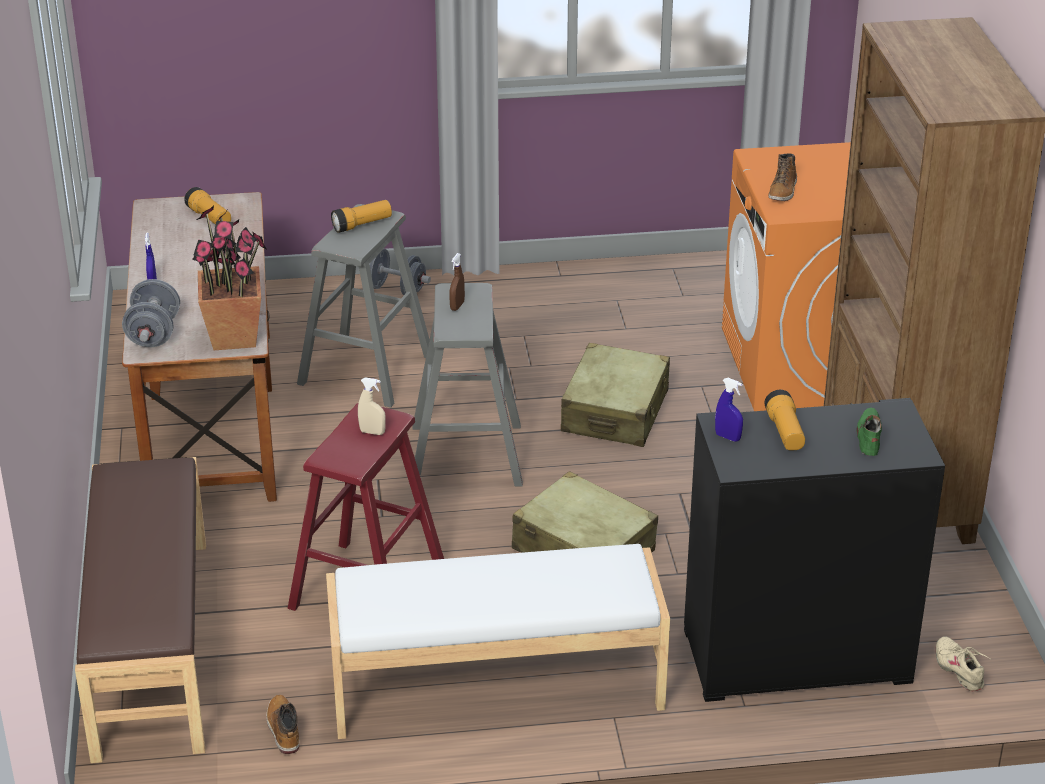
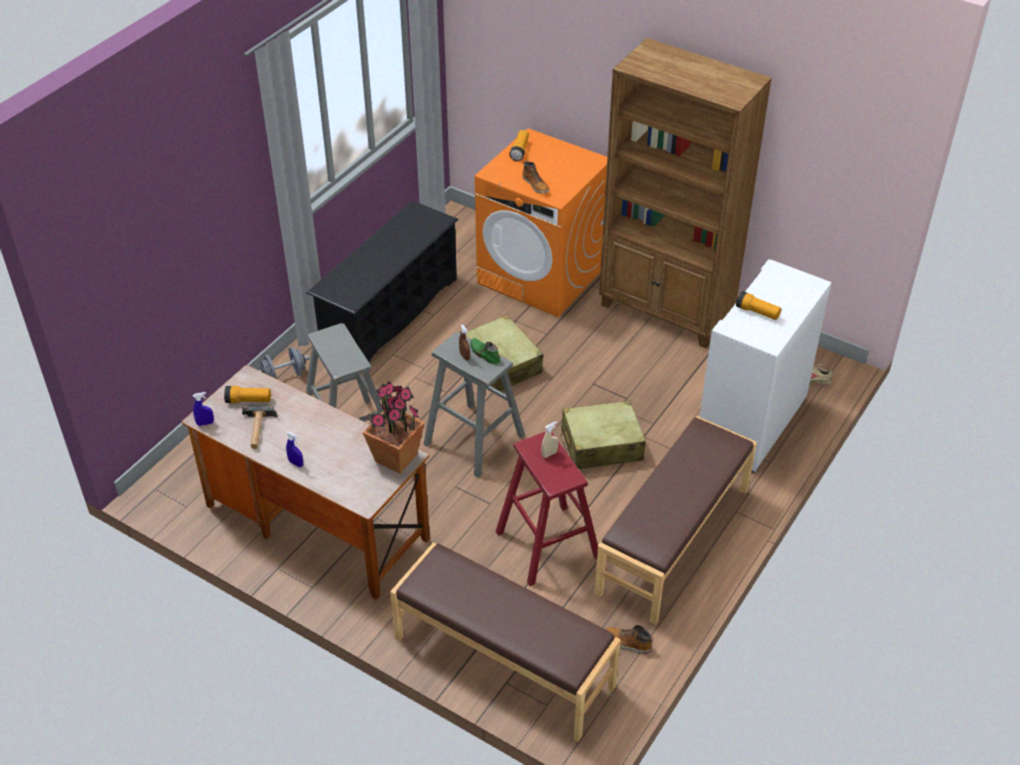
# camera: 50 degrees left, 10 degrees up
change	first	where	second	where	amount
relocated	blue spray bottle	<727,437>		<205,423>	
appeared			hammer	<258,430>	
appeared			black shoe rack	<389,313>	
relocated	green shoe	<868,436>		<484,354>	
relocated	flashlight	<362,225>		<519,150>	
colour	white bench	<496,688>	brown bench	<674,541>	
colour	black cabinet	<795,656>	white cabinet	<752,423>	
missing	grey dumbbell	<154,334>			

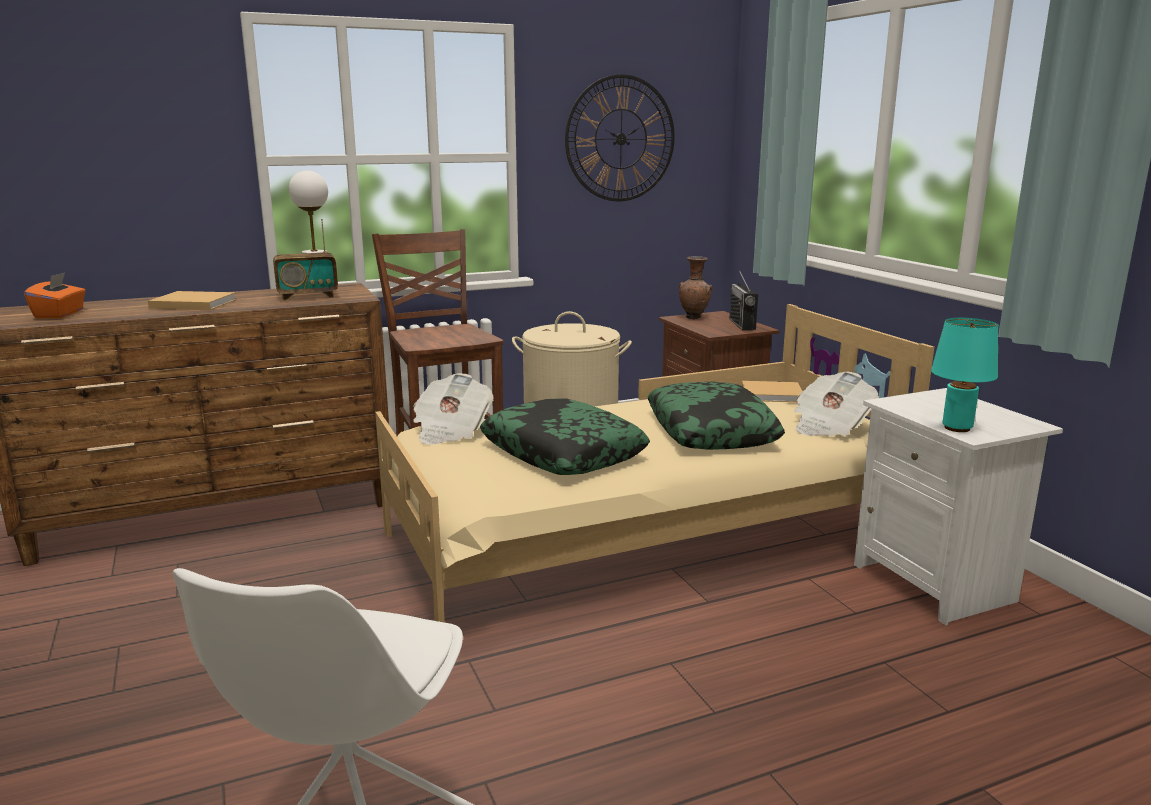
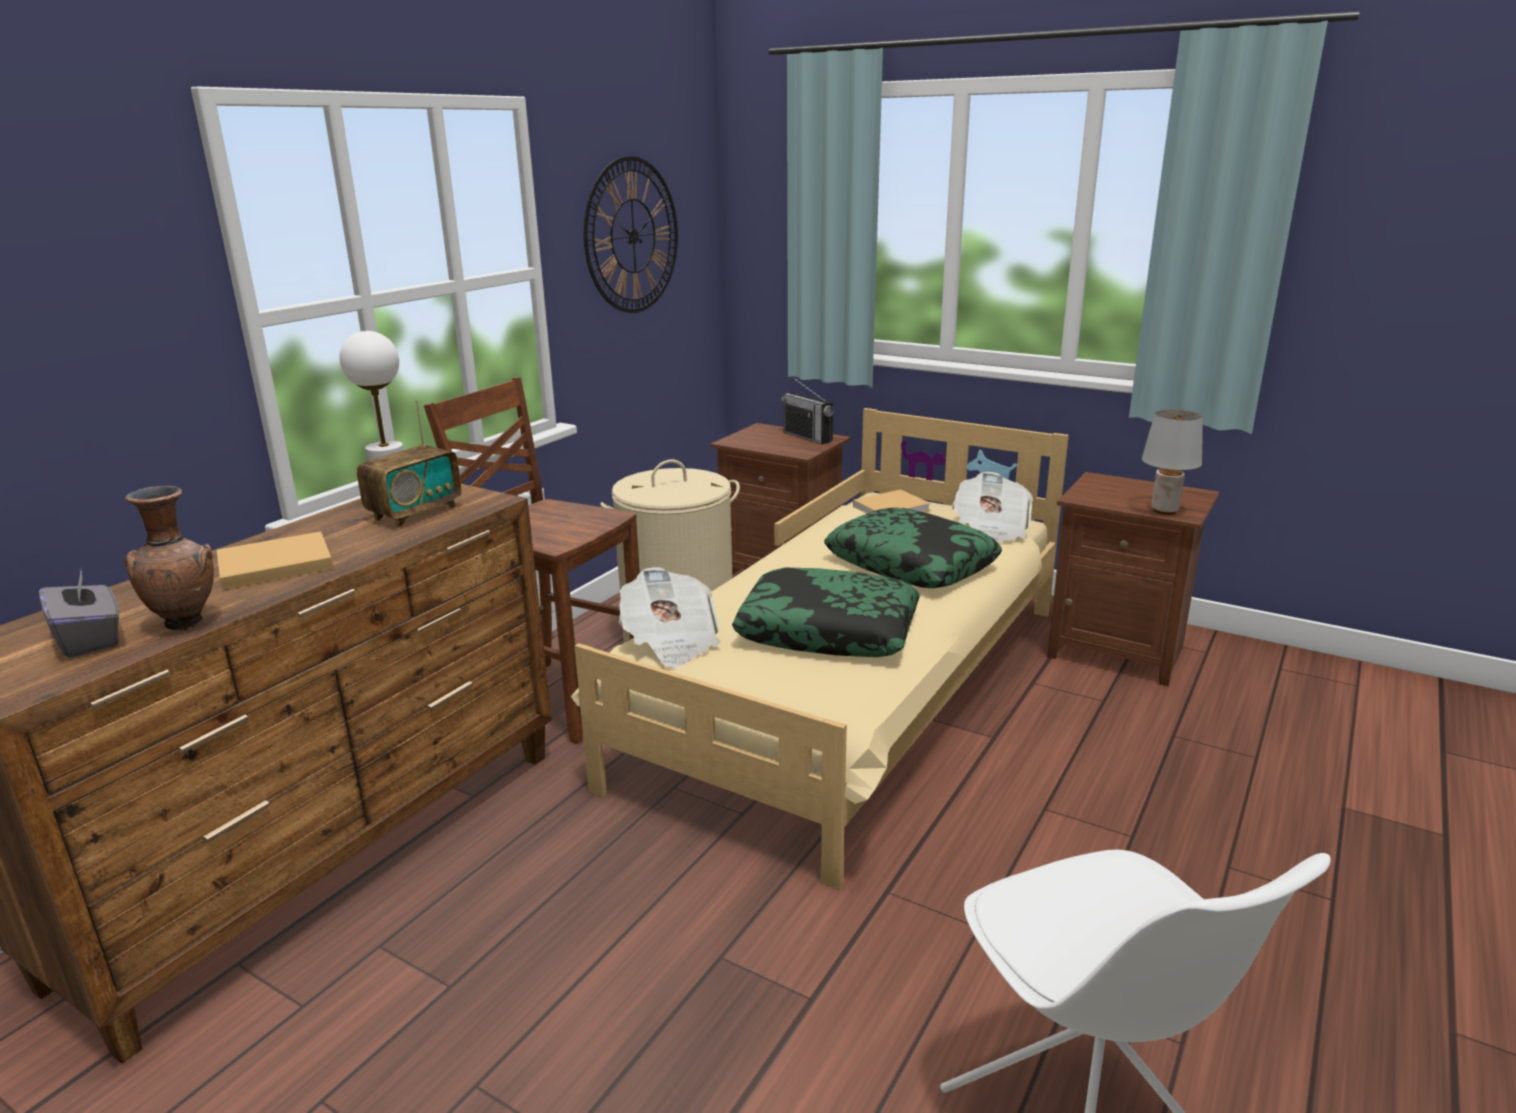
# camera: 35 degrees left, 5 degrees up
change	first	where	second	where	amount
colour	orange tissue box	<60,314>	grey tissue box	<90,639>	
relocated	brown vase	<694,317>		<187,622>	
colour	white nightstand	<936,582>	brown nightstand	<1117,651>	
colour	turquoise table lamp	<957,428>	grey table lamp	<1165,511>	

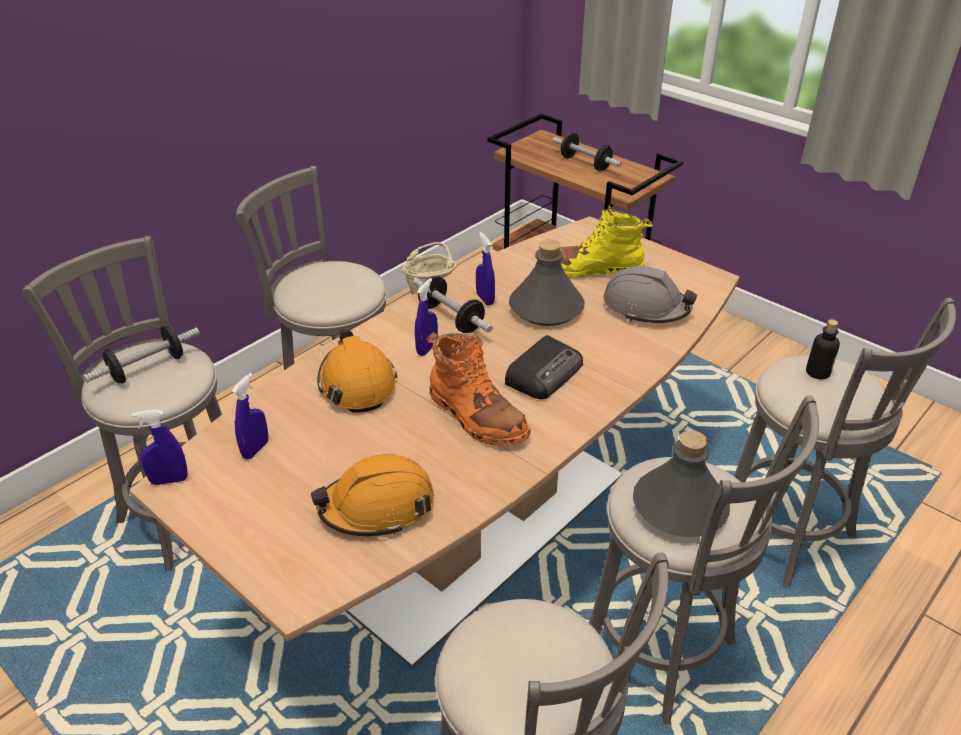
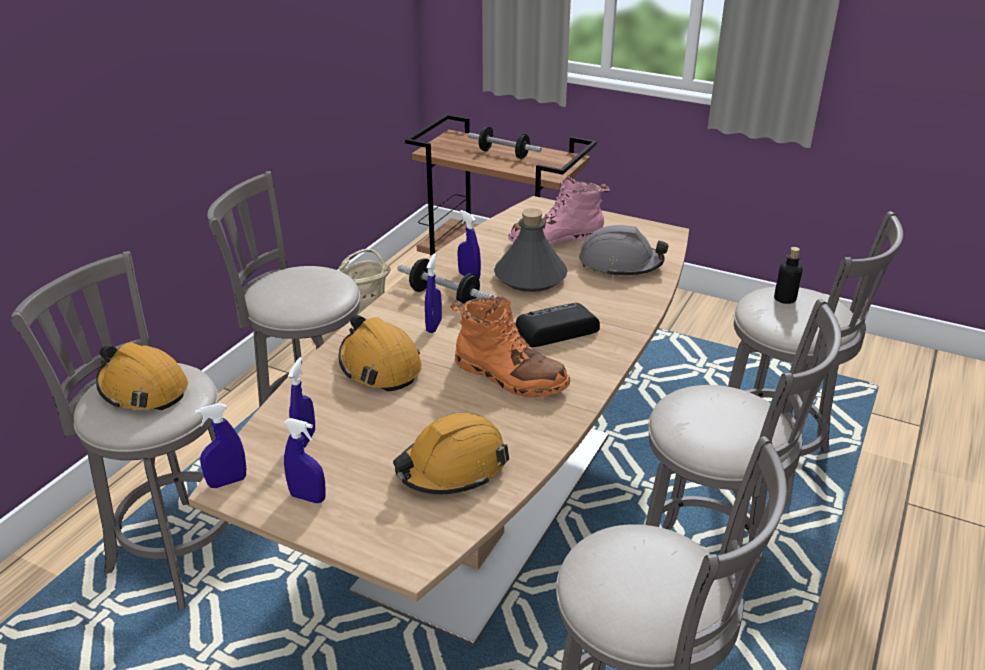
# camera: 15 degrees left, 5 degrees down
change	first	where	second	where	amount
exchanged	dumbbell	<147,368>	orange hard hat	<143,389>	
appeared			blue spray bottle	<308,497>	
colour	yellow boot	<591,270>	pink boot	<556,240>	
spun	radio	<544,373>		<555,330>	135 degrees counterclockwise
missing	grey bottle	<678,507>			

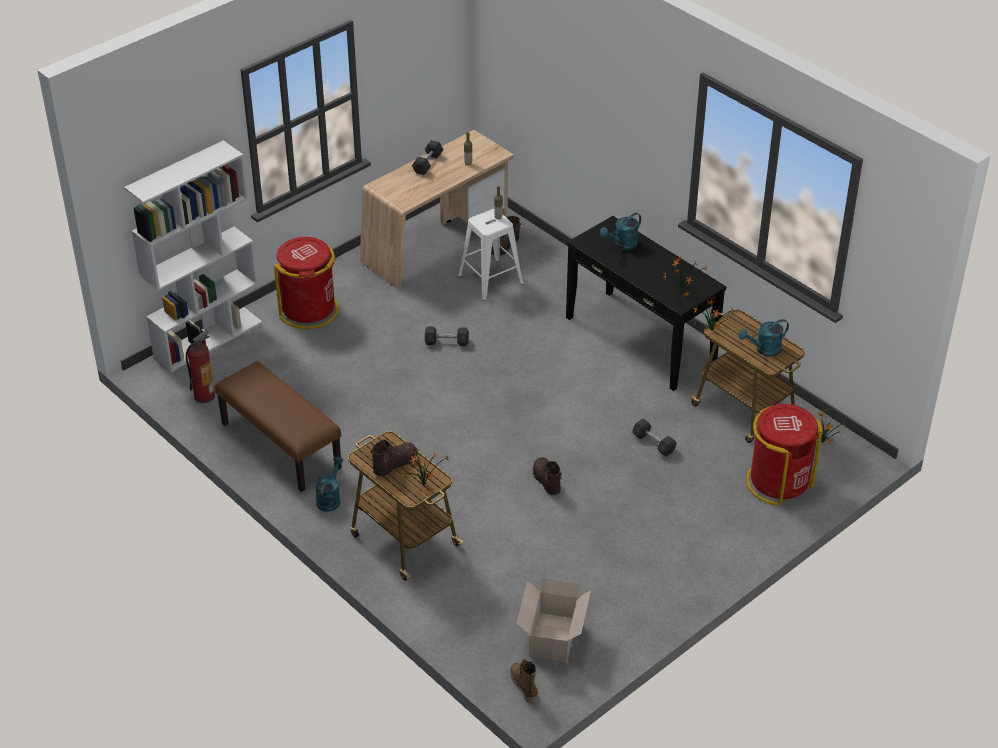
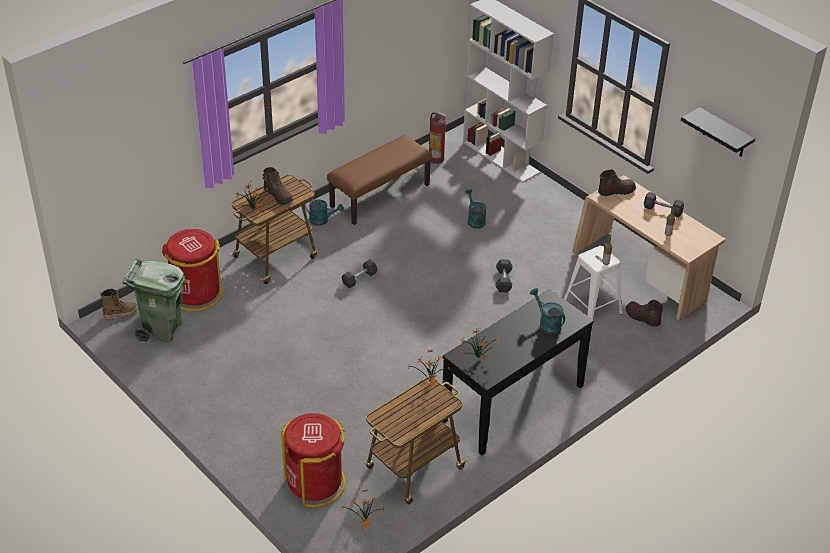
# camera: 90 degrees right, 0 degrees up
change	first	where	second	where	amount
exchanged	cardboard box	<552,639>	green trash can	<162,330>	
relocated	red trash can	<309,310>		<195,294>	
relocated	grey dumbbell	<653,443>		<359,279>	
relocated	turquoise watering can	<764,350>		<474,220>	
relocated	brown boot	<546,480>		<616,191>	
appeared			black shelf	<724,133>	

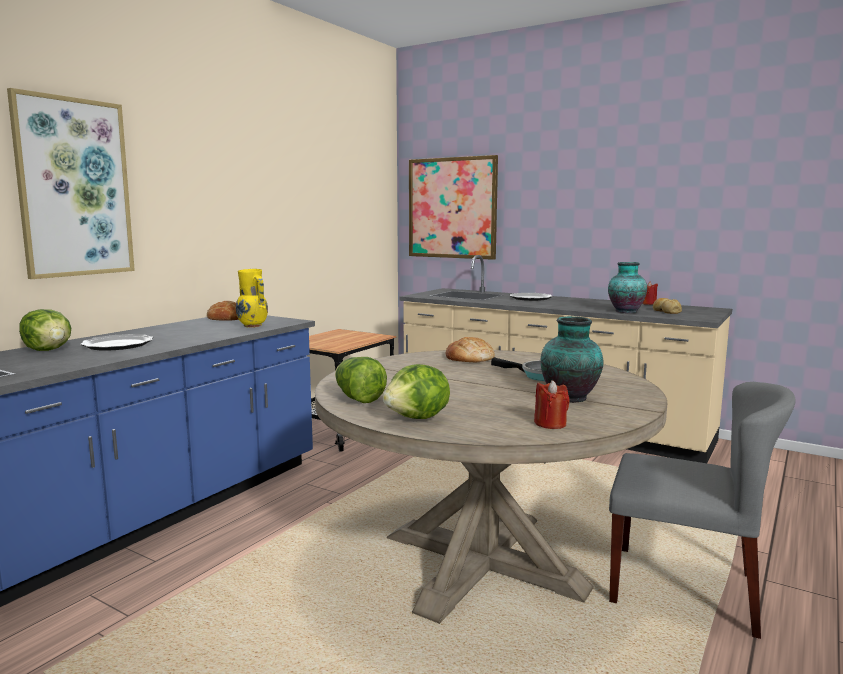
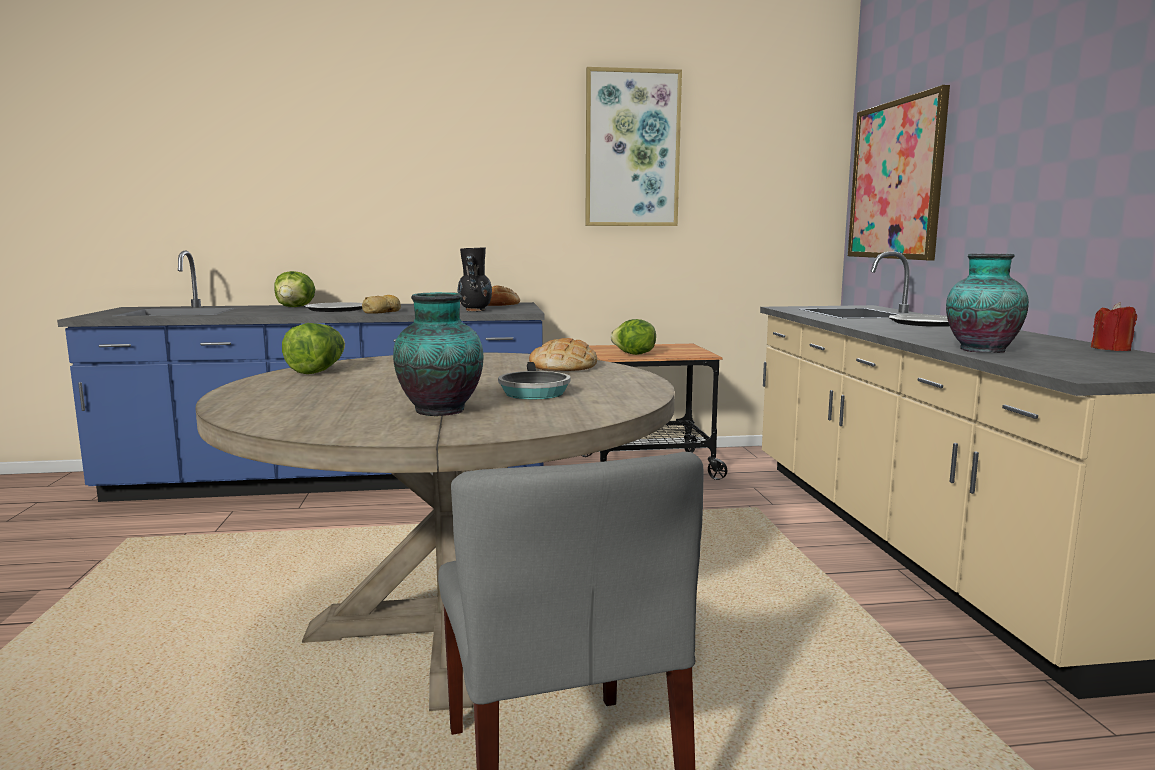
# camera: 50 degrees right, 0 degrees up
change	first	where	second	where	amount
relocated	bread	<666,311>		<383,311>	
colour	yellow vase	<252,326>	black vase	<474,310>	
relocated	picture	<74,188>		<632,149>	
relocated	lettuce	<418,418>		<634,354>	
missing	red candle	<550,424>			

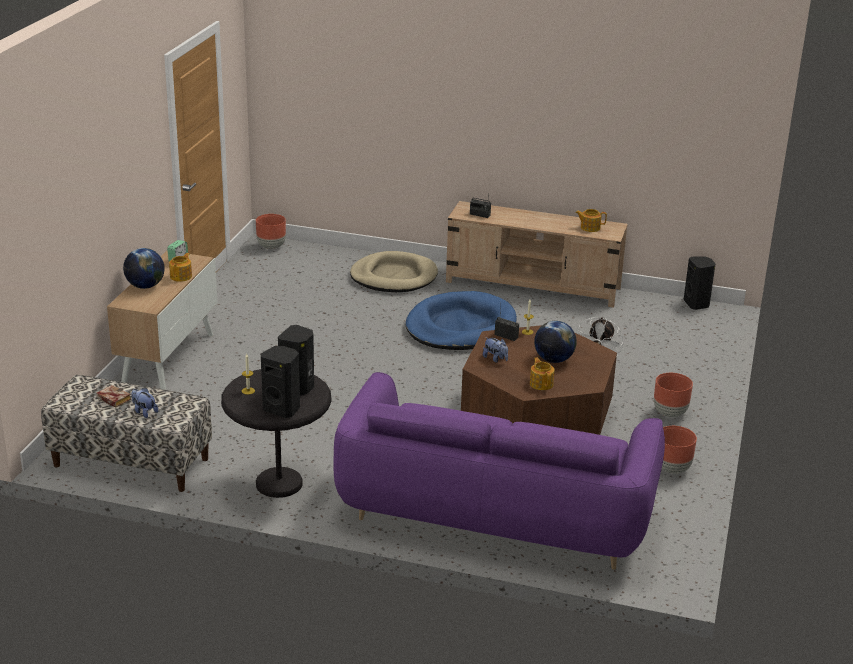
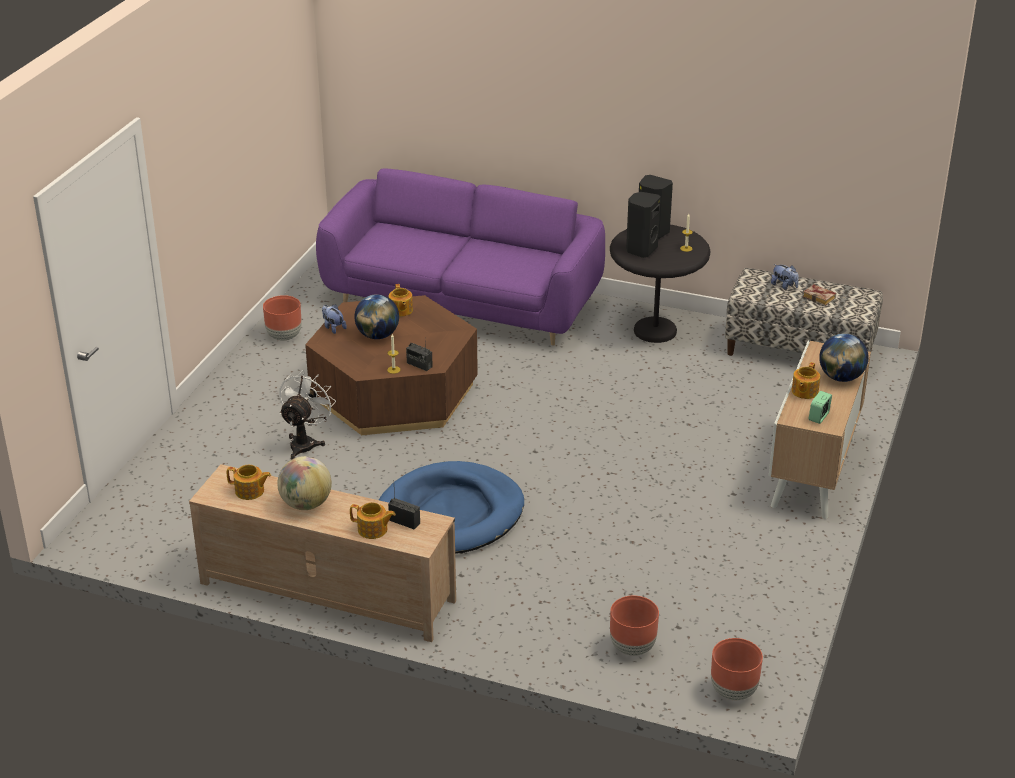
# camera: 175 degrees left, 5 degrees up
change	first	where	second	where	amount
appeared			globe	<306,504>	
relocated	plush toy	<495,359>		<333,328>	
appeared			teapot	<373,530>	
relocated	brown planter	<670,413>		<632,648>	
missing	beige dog bed	<394,276>			
missing	black speaker	<697,304>			

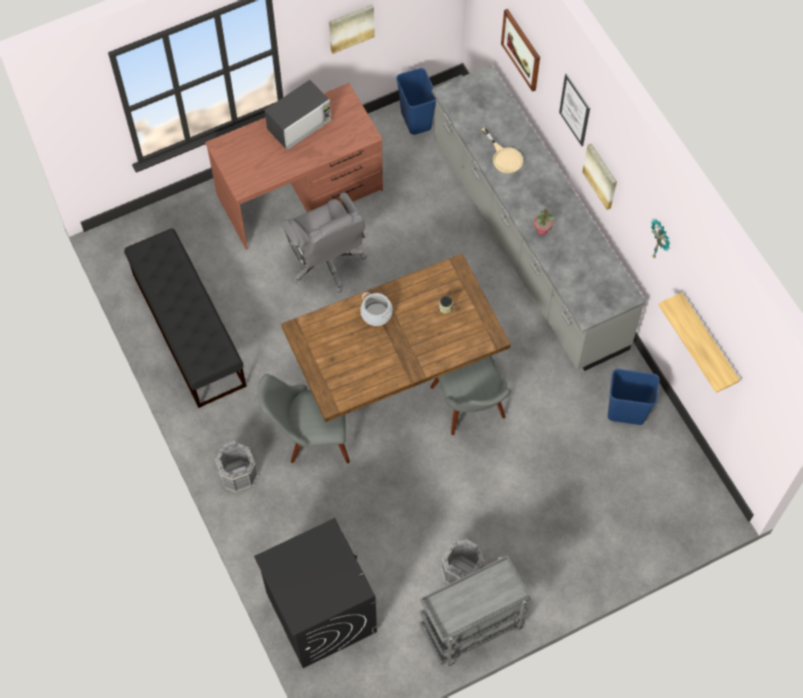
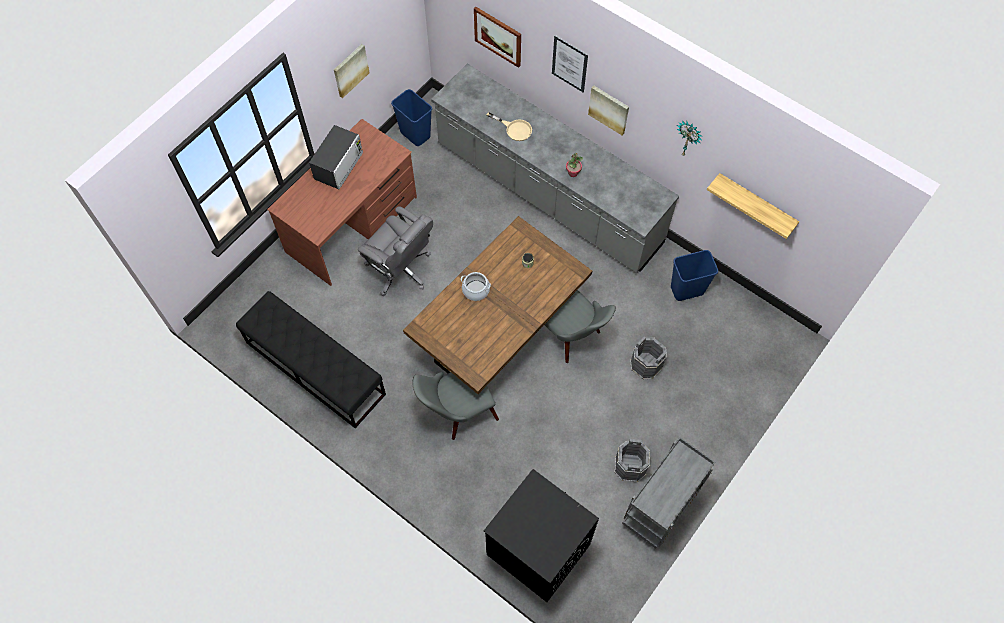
# camera: 25 degrees left, 0 degrees up
change	first	where	second	where	amount
relocated	grey bucket	<238,475>		<645,365>	

